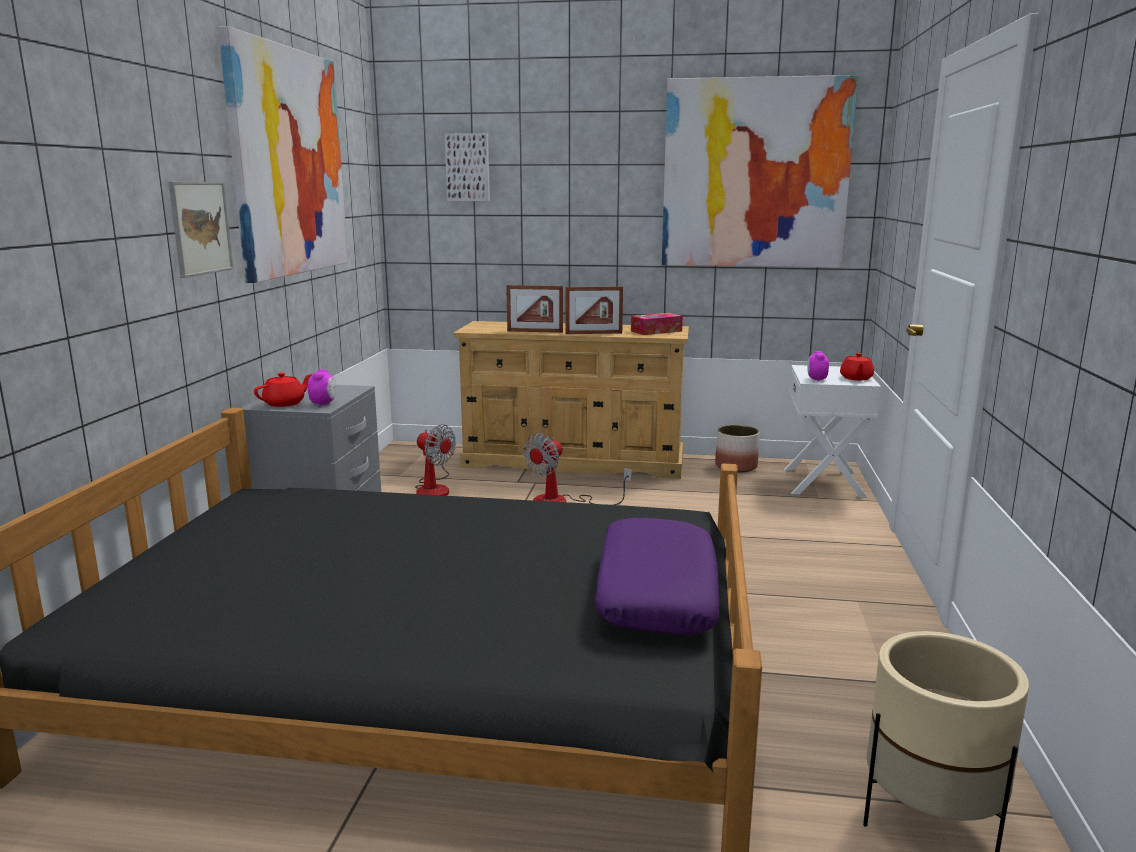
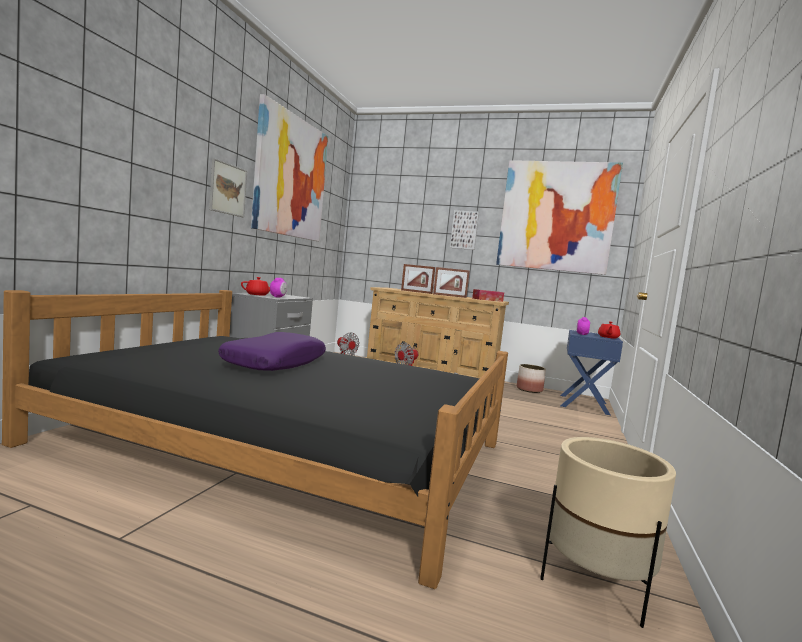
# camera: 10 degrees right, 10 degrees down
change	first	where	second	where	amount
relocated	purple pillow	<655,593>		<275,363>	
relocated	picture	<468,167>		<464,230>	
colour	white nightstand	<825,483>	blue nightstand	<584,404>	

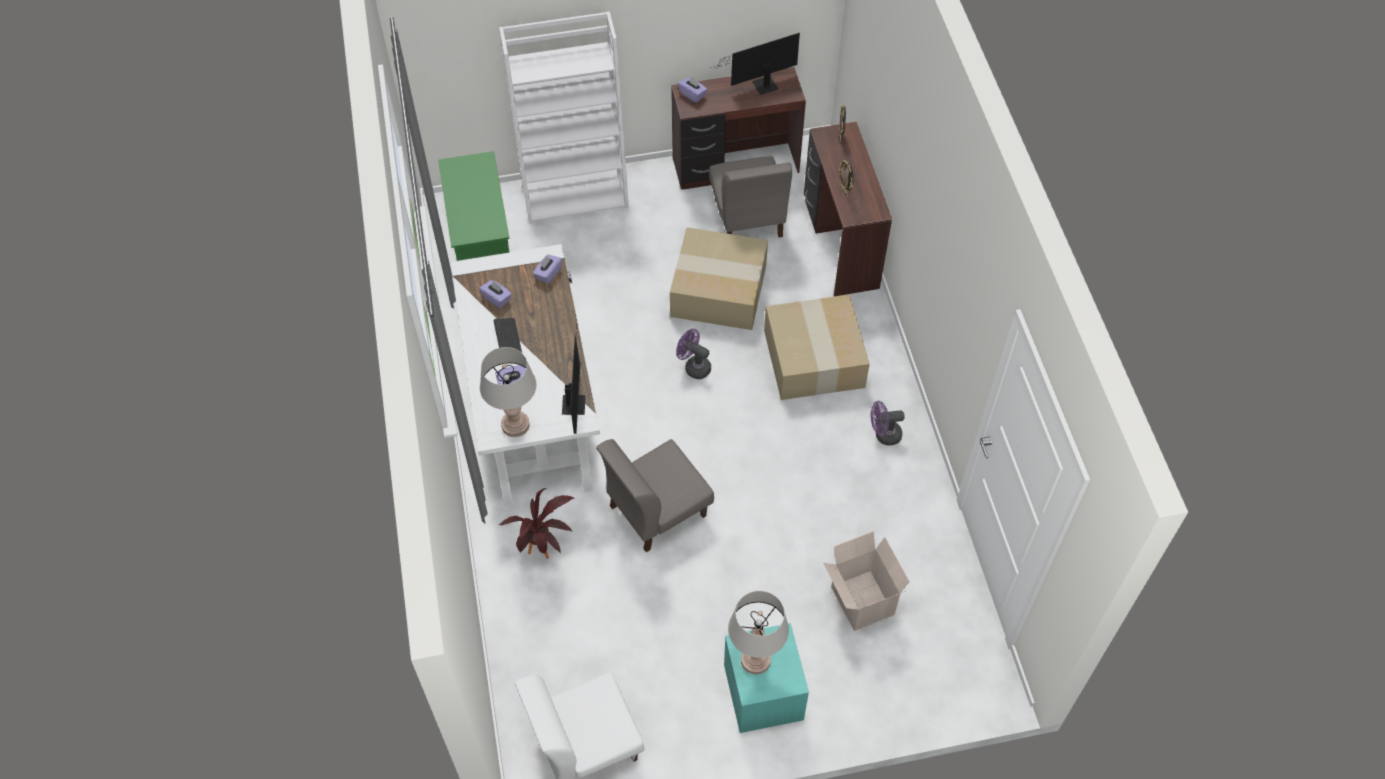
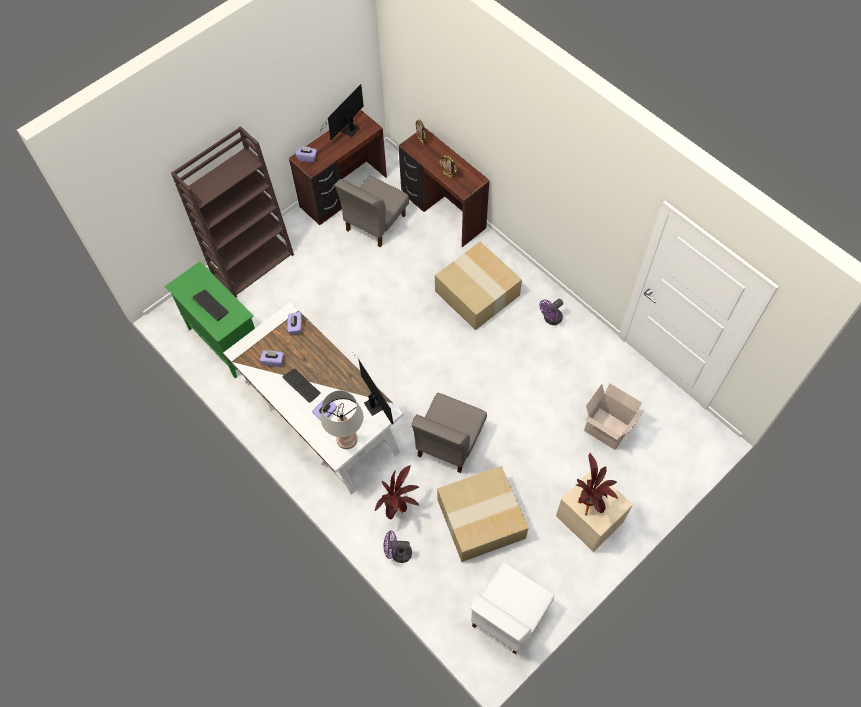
# camera: 30 degrees left, 5 degrees up
change	first	where	second	where	amount
colour	white bookcase	<576,195>	brown bookcase	<253,263>	
appeared			keyboard	<211,305>	
spun	grey chair	<748,218>		<375,223>	75 degrees clockwise
relocated	purple fan	<694,366>		<397,553>	
relocated	cardboard box	<717,291>		<480,520>	
colour	turquoise nightstand	<763,693>	beige nightstand	<589,519>	
exchanged	grey table lamp	<755,660>	potted plant	<589,503>	

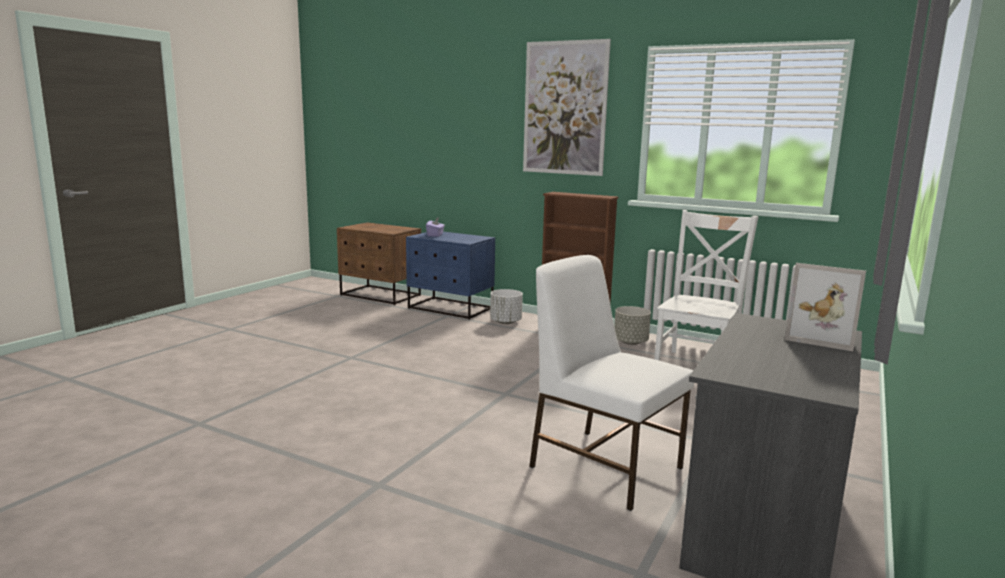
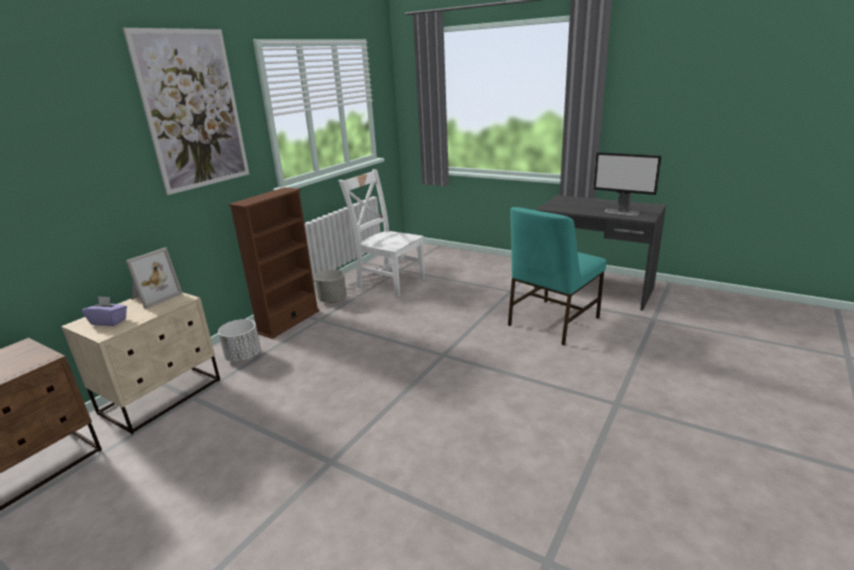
# camera: 85 degrees left, 10 degrees up
change	first	where	second	where	amount
colour	blue nightstand	<450,309>	beige nightstand	<162,396>	
relocated	picture frame	<821,337>		<154,297>	
colour	white chair	<604,465>	turquoise chair	<552,322>	
appeared			monitor	<622,212>	

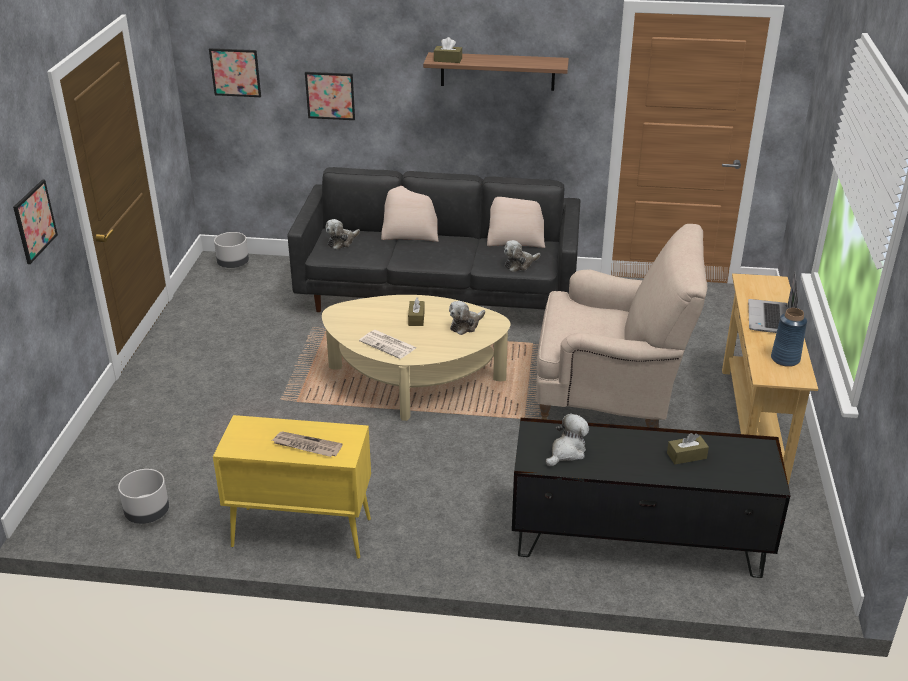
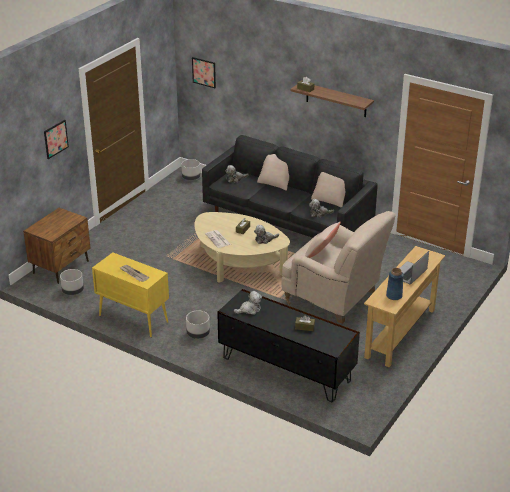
# camera: 25 degrees right, 0 degrees up
change	first	where	second	where	amount
appeared			brown nightstand	<61,267>	
appeared			grey planter	<198,334>	
appeared			beige pillow	<321,253>	
missing	picture	<330,95>			

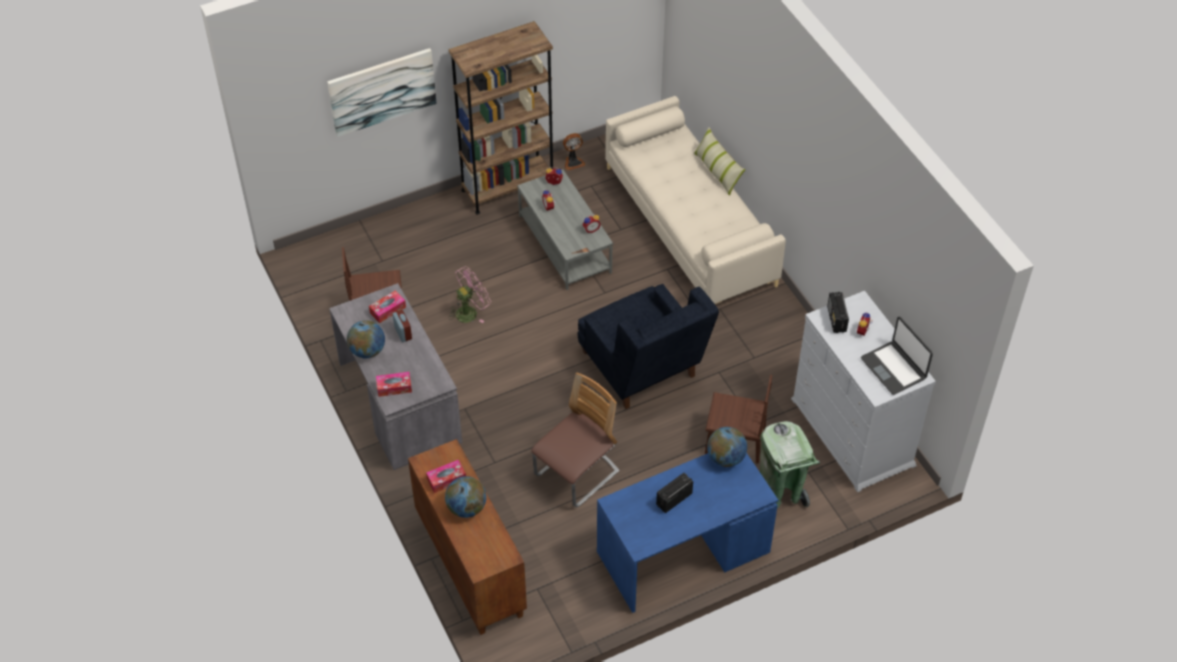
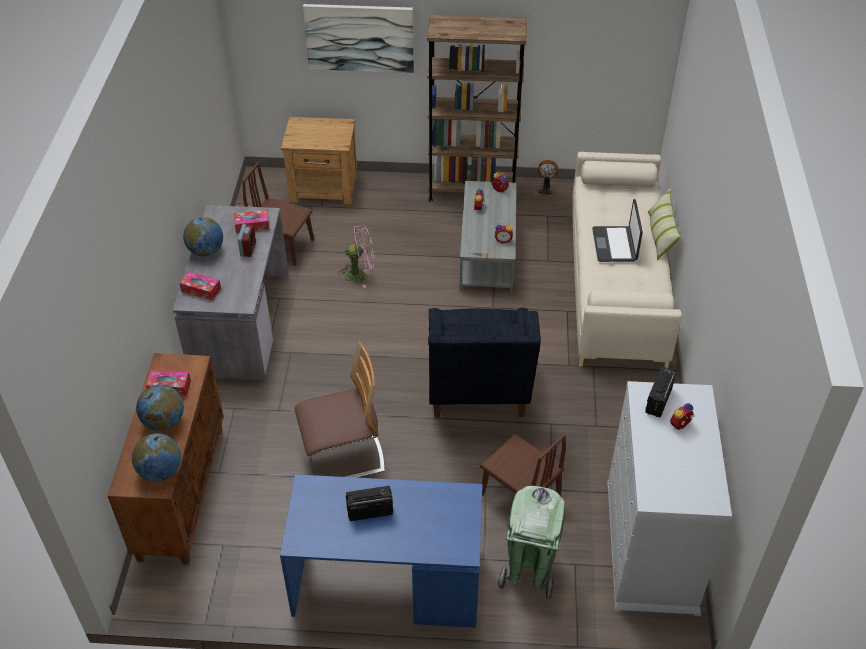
# camera: 30 degrees right, 5 degrees down
change	first	where	second	where	amount
relocated	globe	<726,458>		<160,471>	
appeared			brown nightstand	<324,188>	
relocated	laptop	<894,368>		<615,245>	

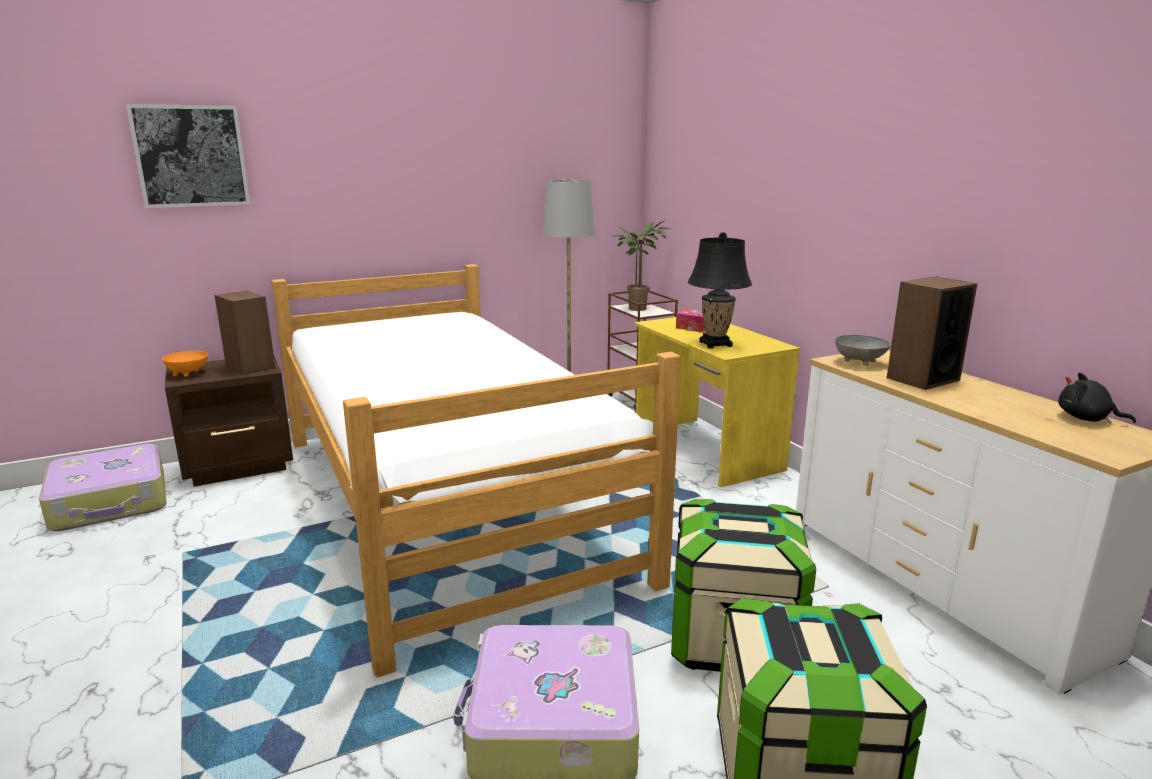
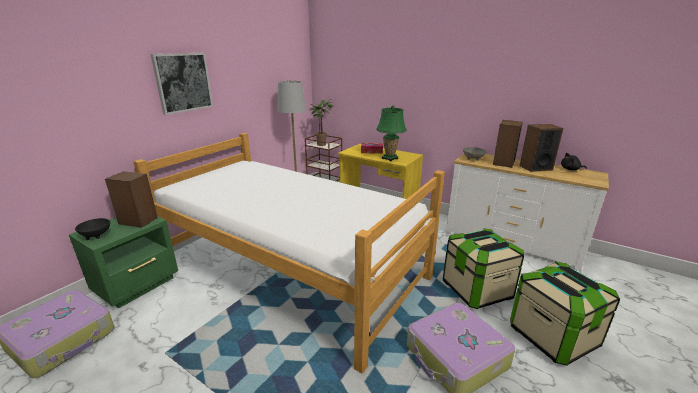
# camera: 30 degrees left, 5 degrees up
change	first	where	second	where	amount
colour	brown nightstand	<240,466>	green nightstand	<138,285>	
colour	orange bowl	<188,373>	black bowl	<96,236>	
relocated	picture	<191,156>		<183,82>	
colour	black table lamp	<715,344>	green table lamp	<390,158>	
appeared			speaker	<535,167>	

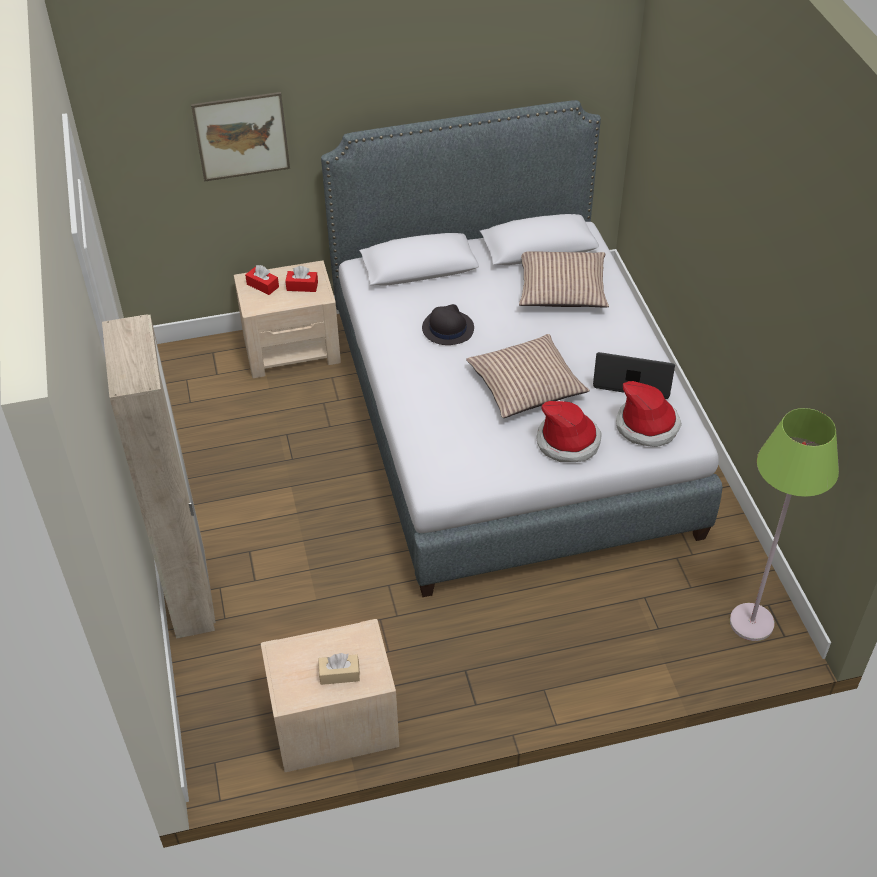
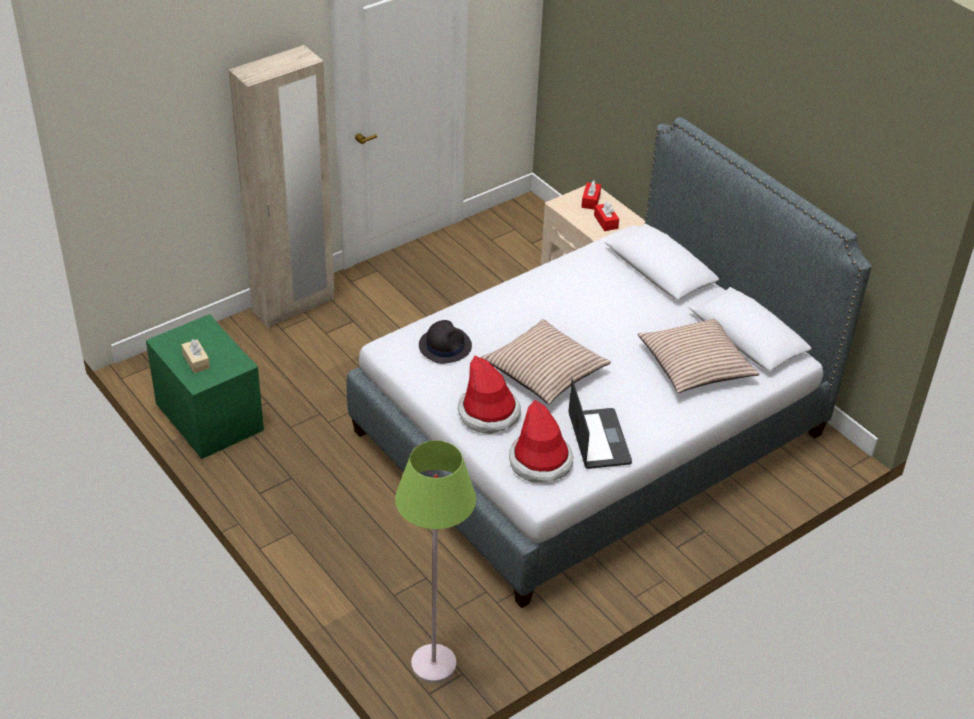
# camera: 65 degrees right, 5 degrees down
change	first	where	second	where	amount
colour	beige nightstand	<333,723>	green nightstand	<209,416>	
relocated	black hat	<447,328>		<445,345>	
missing	picture	<241,136>			

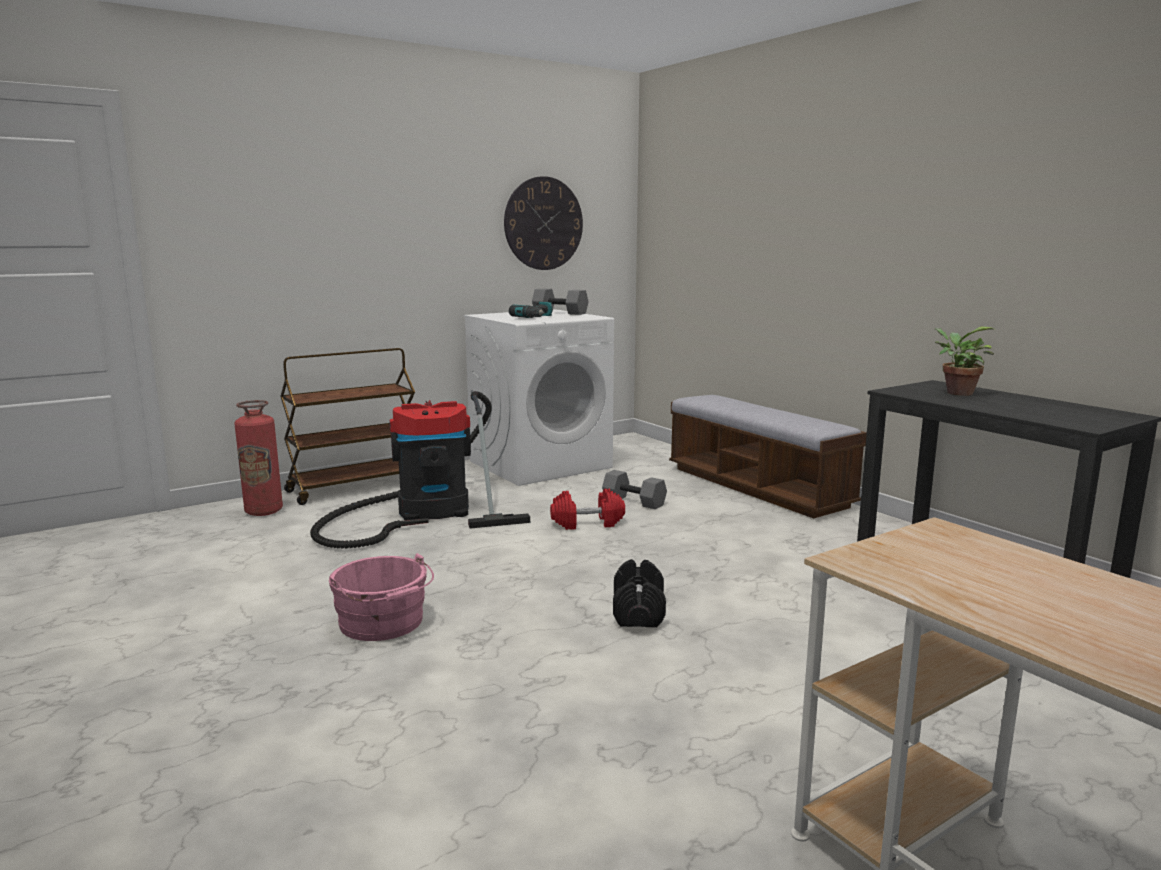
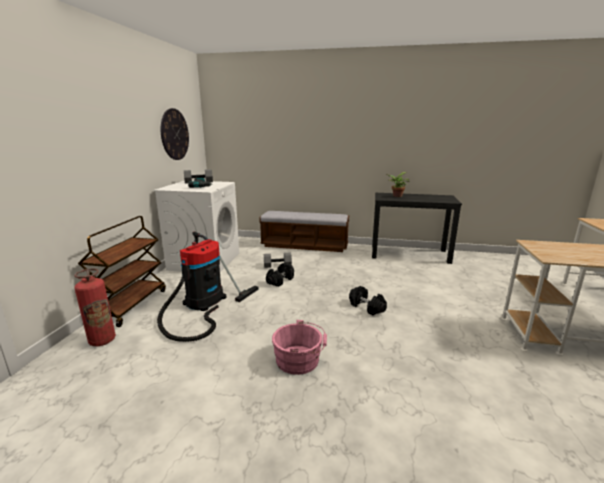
# camera: 45 degrees left, 5 degrees up
change	first	where	second	where	amount
colour	red dumbbell	<587,523>	black dumbbell	<280,280>	

